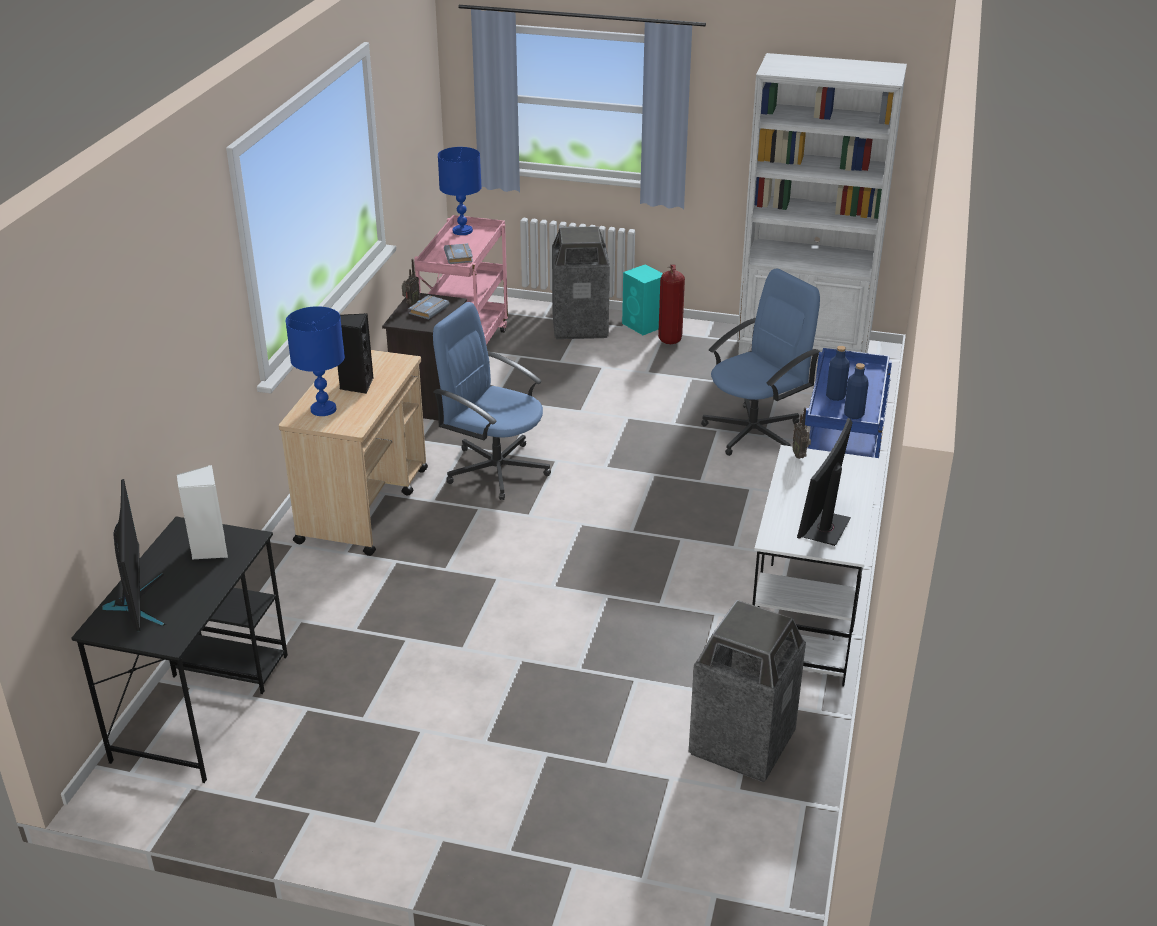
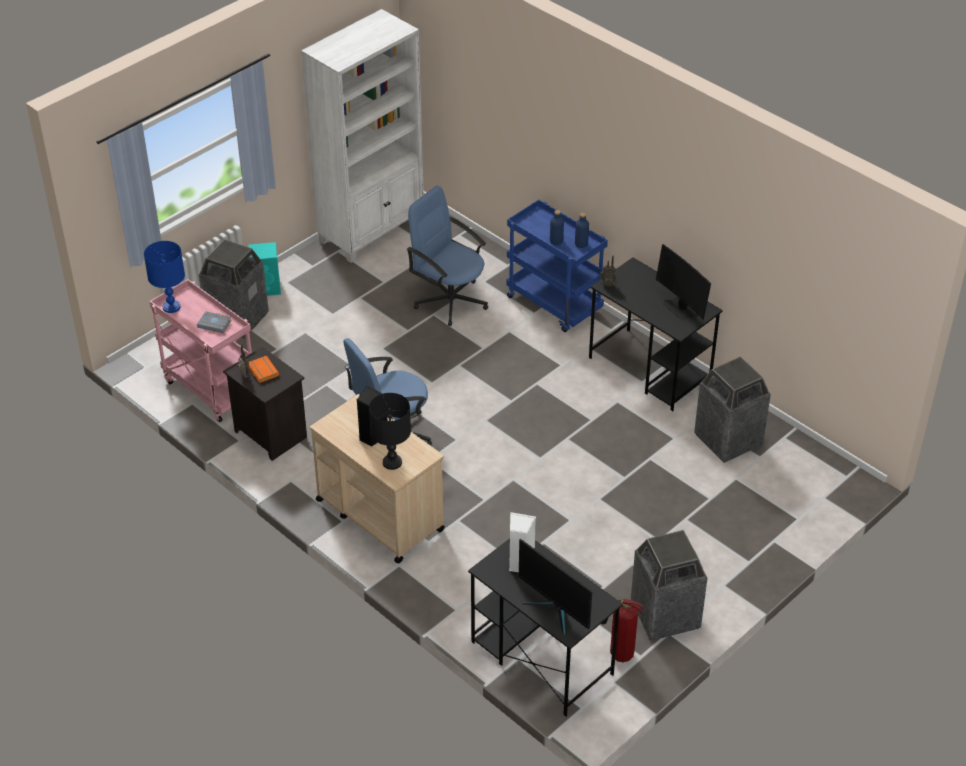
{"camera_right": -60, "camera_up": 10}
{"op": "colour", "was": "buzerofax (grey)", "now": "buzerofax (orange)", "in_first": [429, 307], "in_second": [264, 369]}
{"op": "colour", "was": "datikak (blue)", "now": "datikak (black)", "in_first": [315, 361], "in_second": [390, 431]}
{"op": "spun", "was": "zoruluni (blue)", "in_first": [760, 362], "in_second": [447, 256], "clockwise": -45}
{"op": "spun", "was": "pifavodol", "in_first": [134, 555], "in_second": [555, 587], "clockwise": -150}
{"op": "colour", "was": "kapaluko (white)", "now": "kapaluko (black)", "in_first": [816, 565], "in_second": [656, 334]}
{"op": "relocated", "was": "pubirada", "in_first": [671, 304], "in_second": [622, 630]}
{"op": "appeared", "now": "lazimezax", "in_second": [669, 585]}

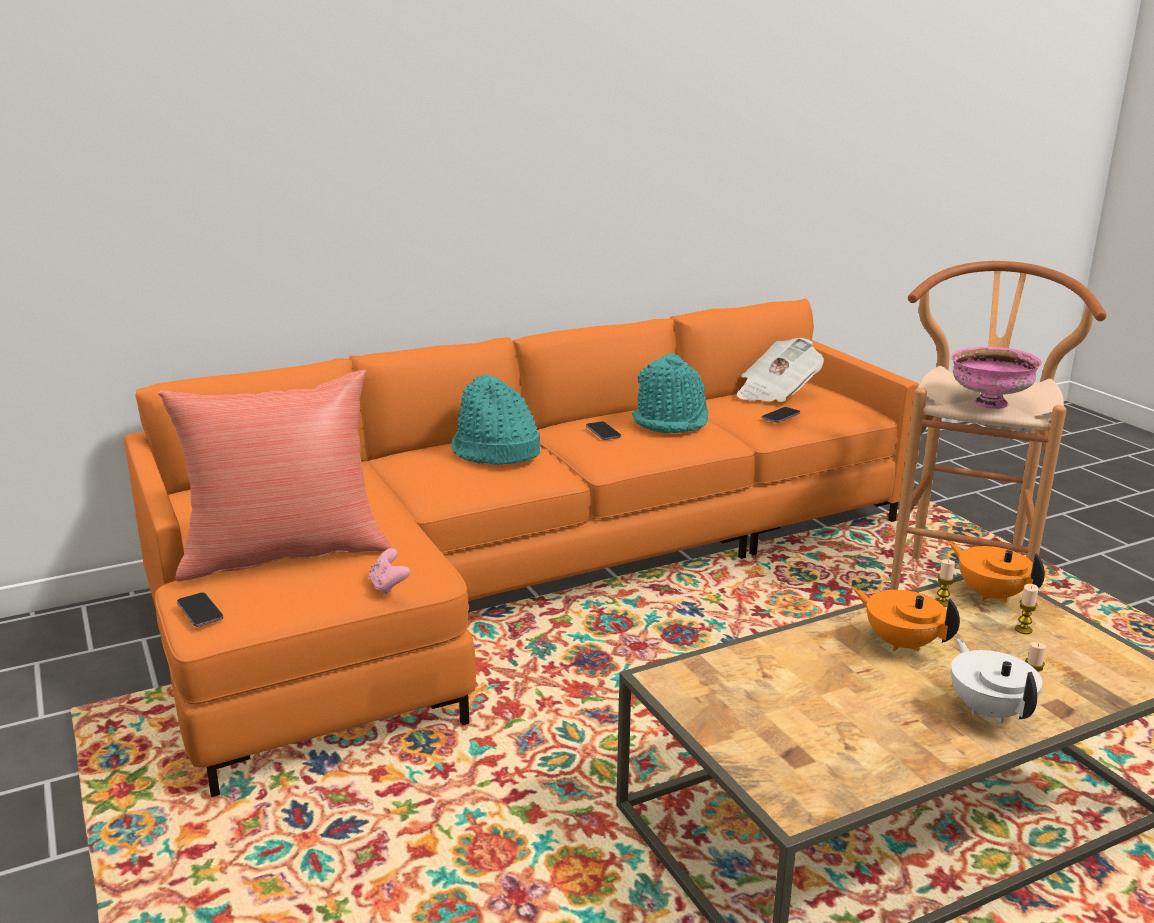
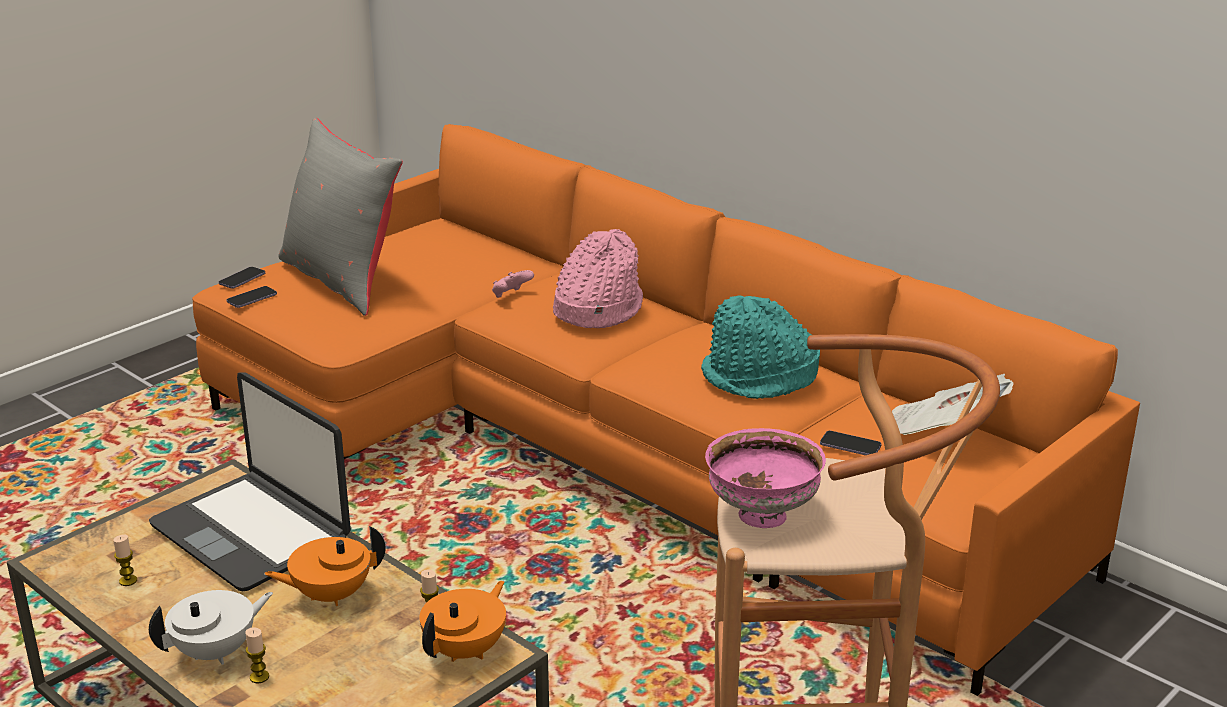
{"camera_right": 70, "camera_up": 5}
{"op": "relocated", "was": "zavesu", "in_first": [1027, 609], "in_second": [125, 560]}
{"op": "appeared", "now": "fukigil", "in_second": [250, 481]}
{"op": "relocated", "was": "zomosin", "in_first": [603, 430], "in_second": [251, 297]}
{"op": "spun", "was": "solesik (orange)", "in_first": [906, 619], "in_second": [325, 566], "clockwise": -135}
{"op": "colour", "was": "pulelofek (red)", "now": "pulelofek (grey)", "in_first": [274, 475], "in_second": [341, 217]}
{"op": "relocated", "was": "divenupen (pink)", "in_first": [390, 571], "in_second": [513, 284]}
{"op": "colour", "was": "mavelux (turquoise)", "now": "mavelux (pink)", "in_first": [495, 419], "in_second": [598, 278]}

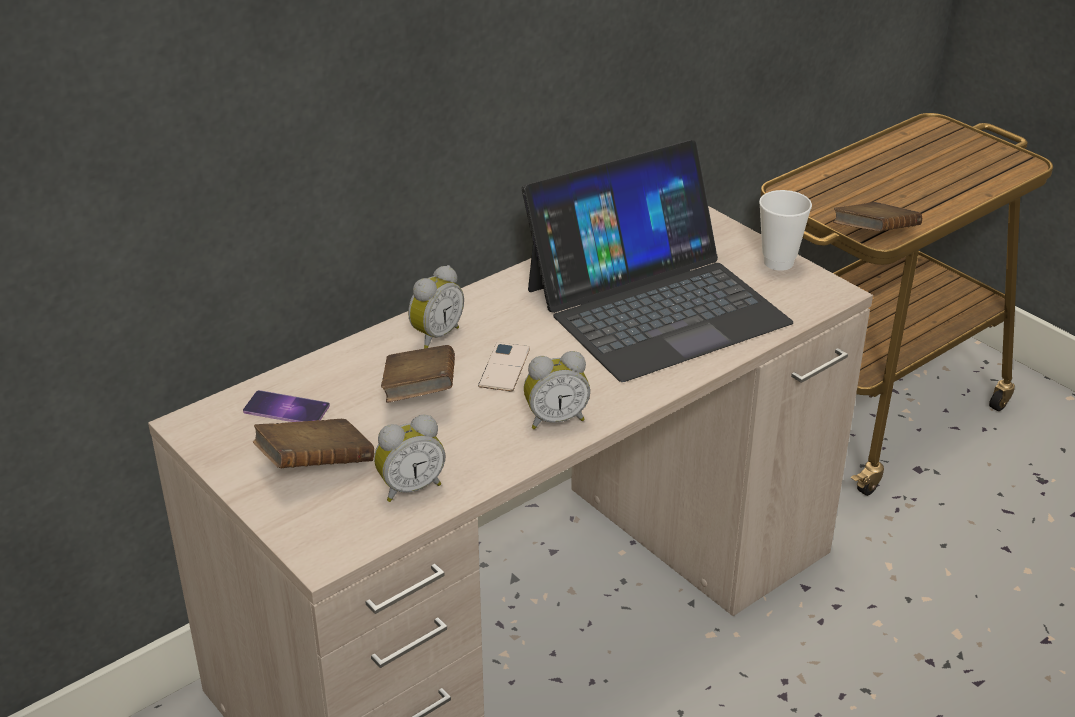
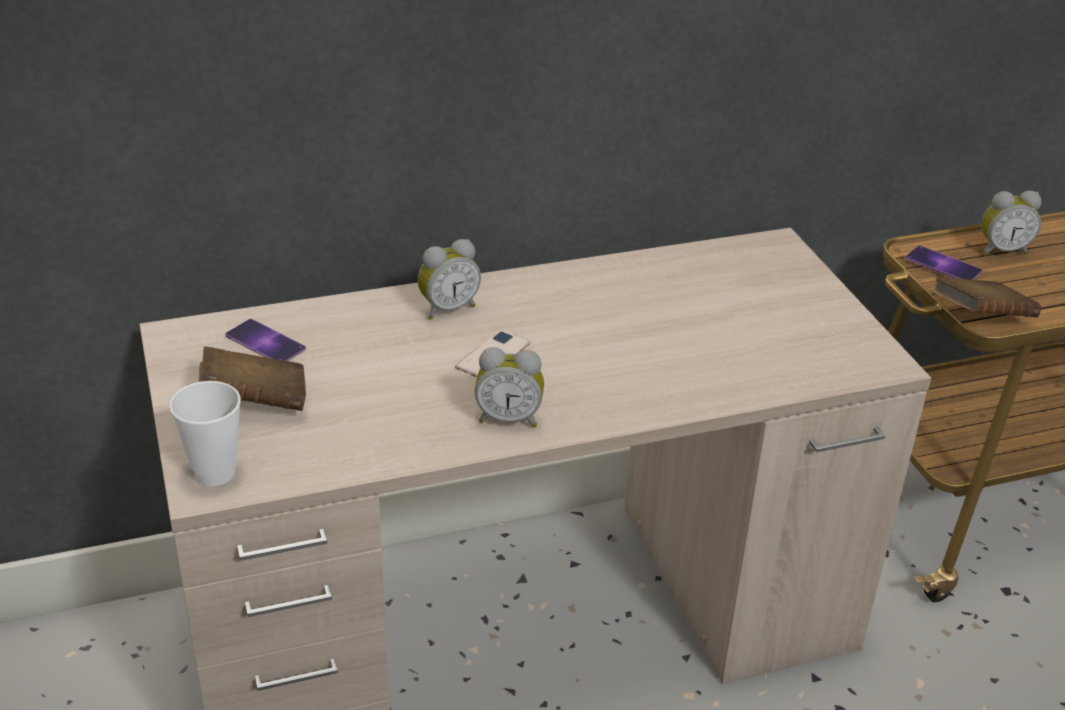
{"camera_right": 20, "camera_up": 0}
{"op": "relocated", "was": "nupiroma", "in_first": [785, 230], "in_second": [205, 433]}
{"op": "appeared", "now": "zomosin", "in_second": [943, 263]}
{"op": "relocated", "was": "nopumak", "in_first": [410, 458], "in_second": [1011, 223]}
{"op": "missing", "was": "buzerofax (brown)", "in_first": [418, 374]}
{"op": "missing", "was": "fukigil", "in_first": [657, 261]}

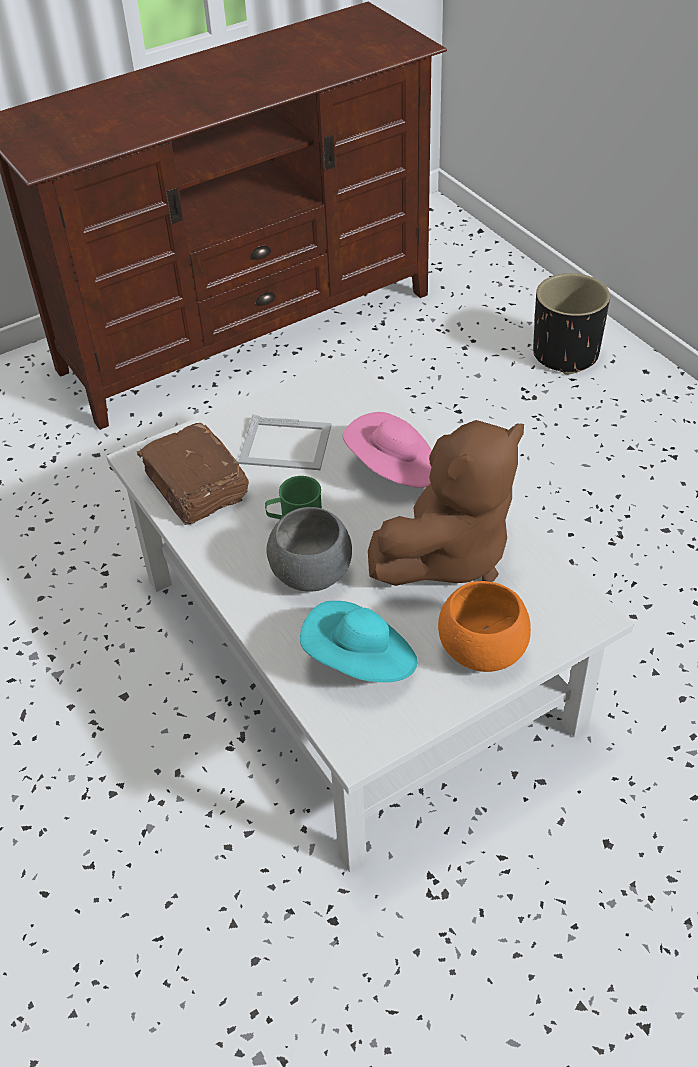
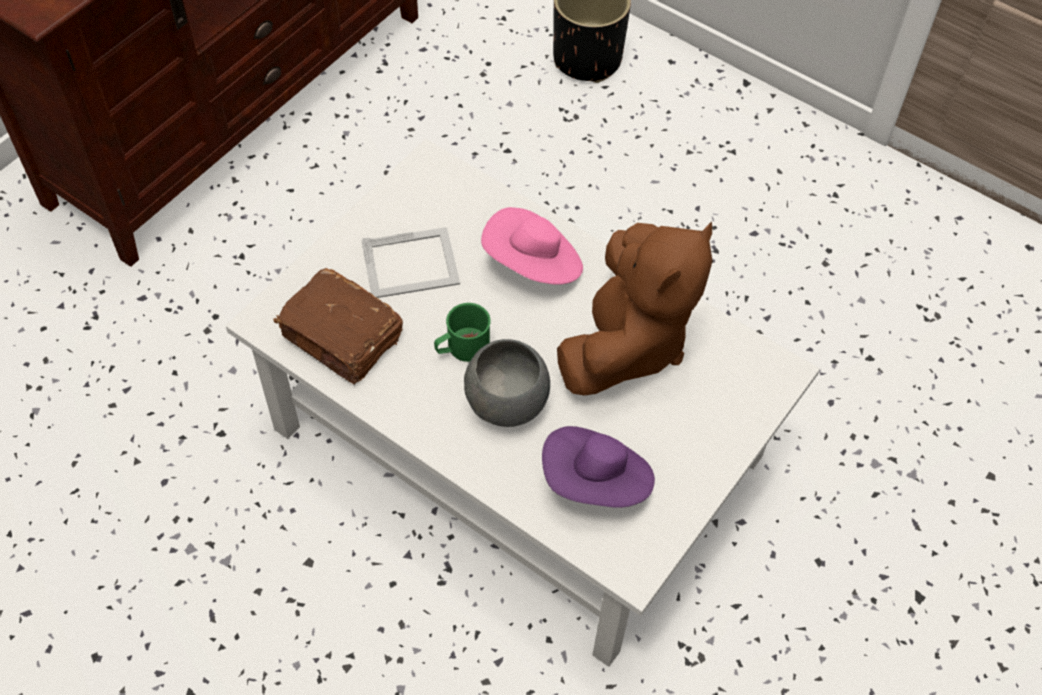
{"camera_right": -25, "camera_up": 10}
{"op": "colour", "was": "mavelux (turquoise)", "now": "mavelux (purple)", "in_first": [359, 641], "in_second": [598, 467]}
{"op": "missing", "was": "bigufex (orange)", "in_first": [484, 626]}

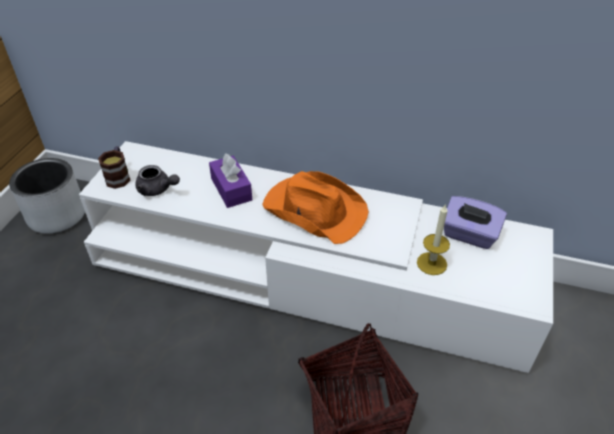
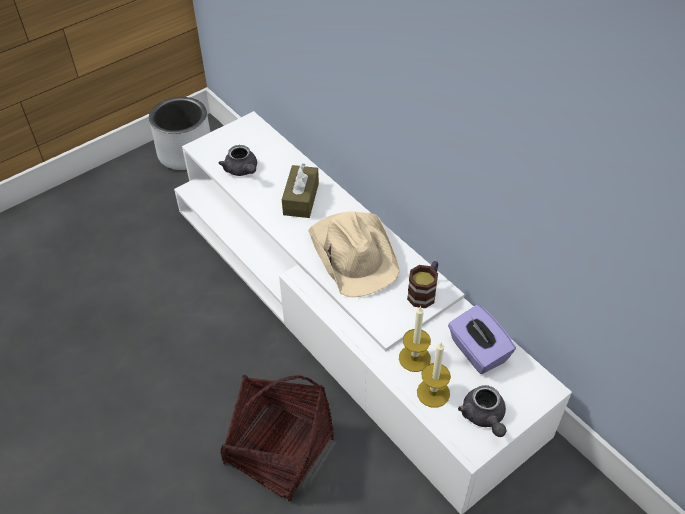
{"camera_right": 35, "camera_up": 5}
{"op": "colour", "was": "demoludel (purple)", "now": "demoludel (brown)", "in_first": [230, 180], "in_second": [300, 190]}
{"op": "colour", "was": "mavelux (orange)", "now": "mavelux (beige)", "in_first": [315, 207], "in_second": [354, 254]}
{"op": "relocated", "was": "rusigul", "in_first": [114, 167], "in_second": [422, 284]}
{"op": "appeared", "now": "zavesu", "in_second": [434, 375]}
{"op": "appeared", "now": "solesik (grey)", "in_second": [482, 411]}

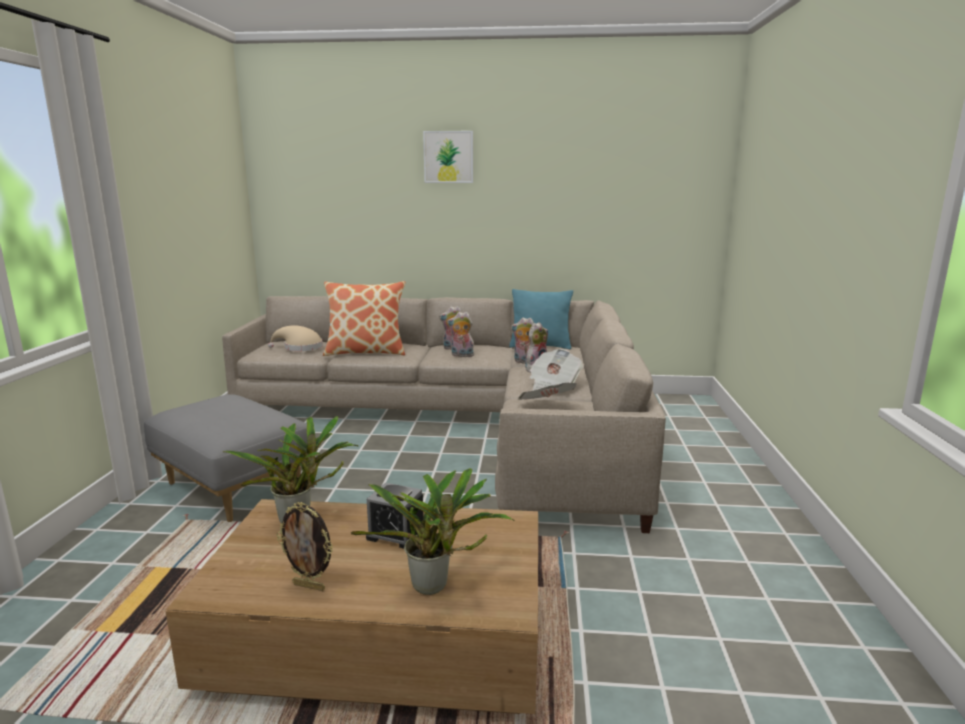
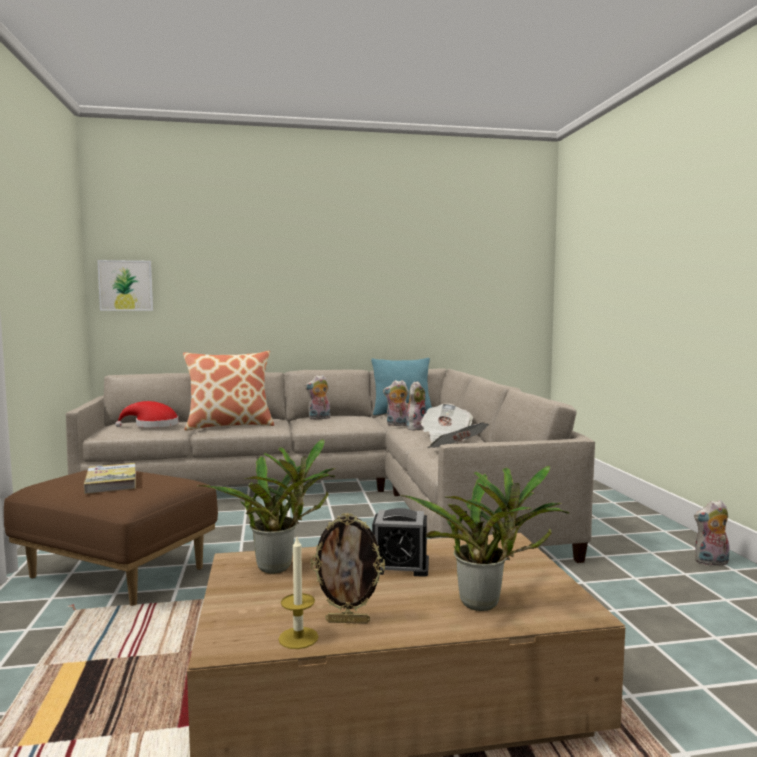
{"camera_right": -15, "camera_up": -10}
{"op": "colour", "was": "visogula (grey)", "now": "visogula (brown)", "in_first": [226, 458], "in_second": [111, 538]}
{"op": "appeared", "now": "buzerofax", "in_second": [110, 478]}
{"op": "relocated", "was": "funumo", "in_first": [448, 157], "in_second": [125, 285]}
{"op": "colour", "was": "mavelux (beige)", "now": "mavelux (red)", "in_first": [295, 338], "in_second": [147, 414]}
{"op": "appeared", "now": "zavesu", "in_second": [298, 593]}
{"op": "relocated", "was": "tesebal", "in_first": [460, 334], "in_second": [711, 533]}

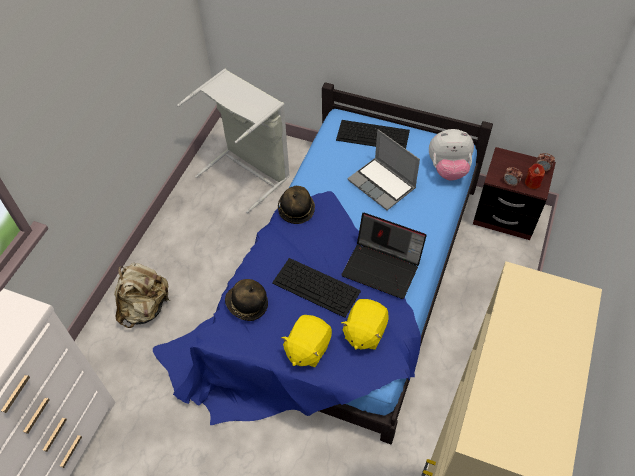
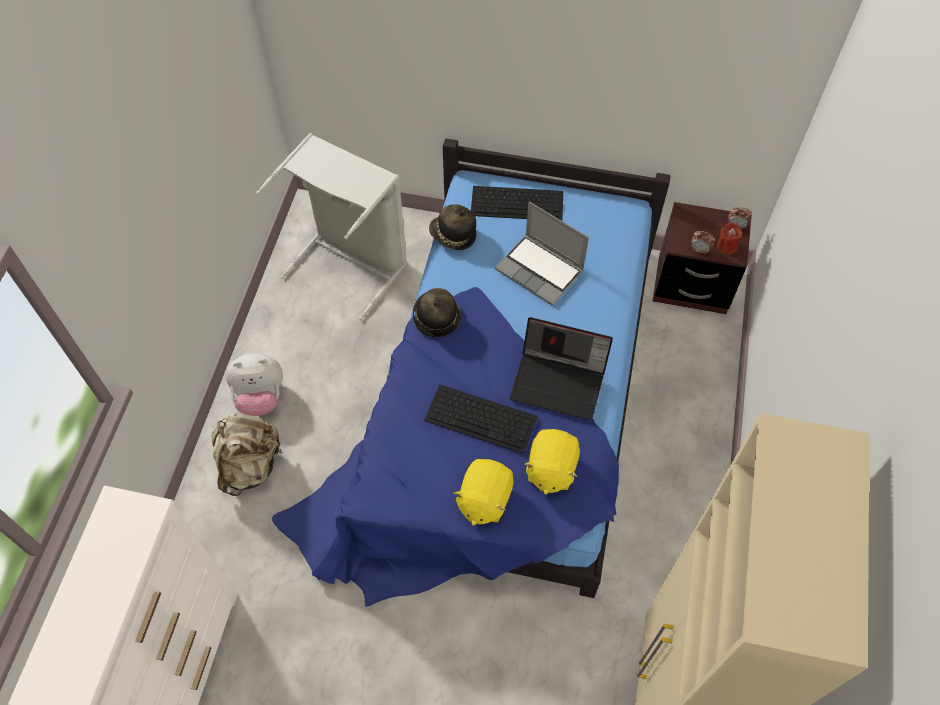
{"camera_right": -10, "camera_up": 5}
{"op": "relocated", "was": "tesebal", "in_first": [451, 155], "in_second": [254, 384]}
{"op": "relocated", "was": "mavelux", "in_first": [246, 300], "in_second": [452, 227]}

